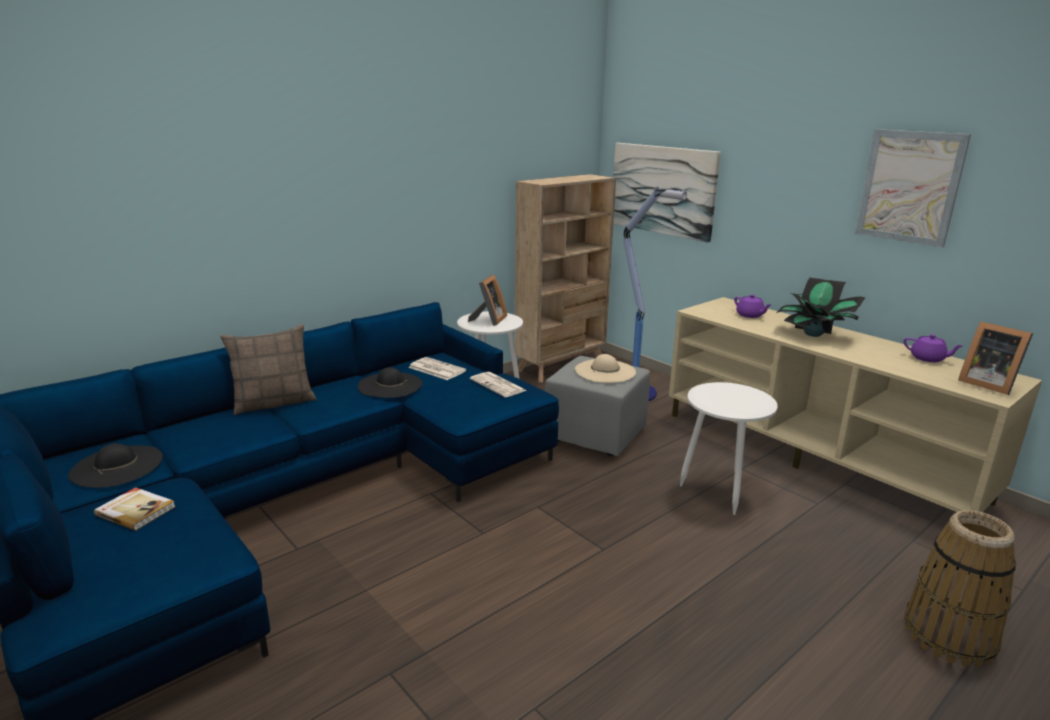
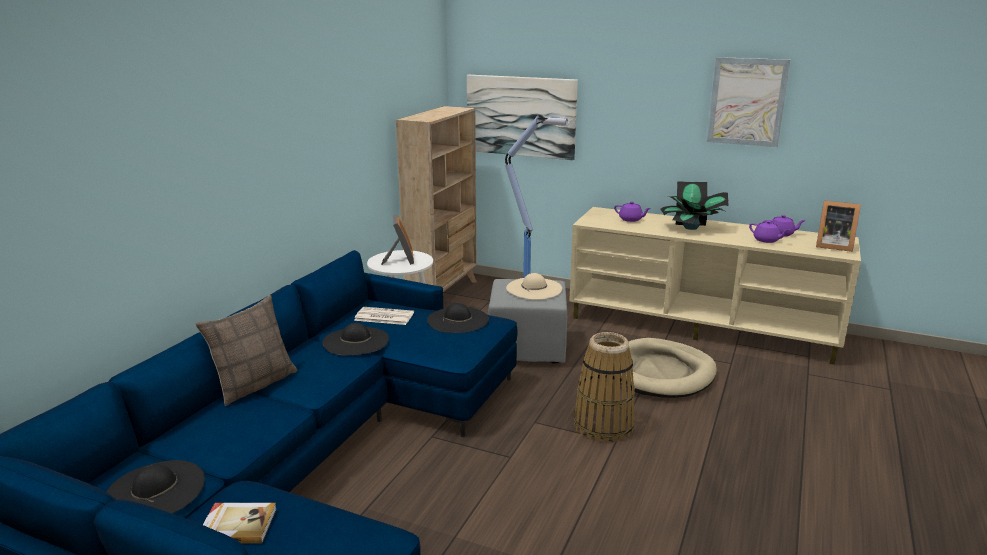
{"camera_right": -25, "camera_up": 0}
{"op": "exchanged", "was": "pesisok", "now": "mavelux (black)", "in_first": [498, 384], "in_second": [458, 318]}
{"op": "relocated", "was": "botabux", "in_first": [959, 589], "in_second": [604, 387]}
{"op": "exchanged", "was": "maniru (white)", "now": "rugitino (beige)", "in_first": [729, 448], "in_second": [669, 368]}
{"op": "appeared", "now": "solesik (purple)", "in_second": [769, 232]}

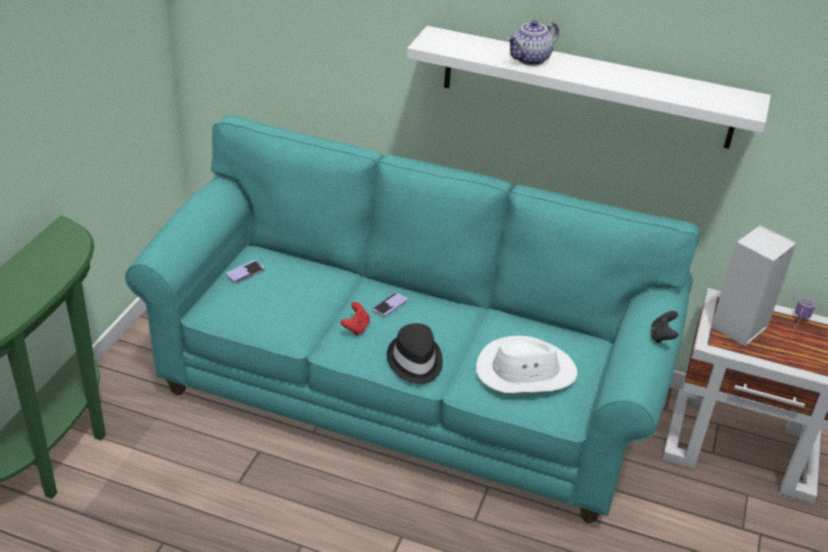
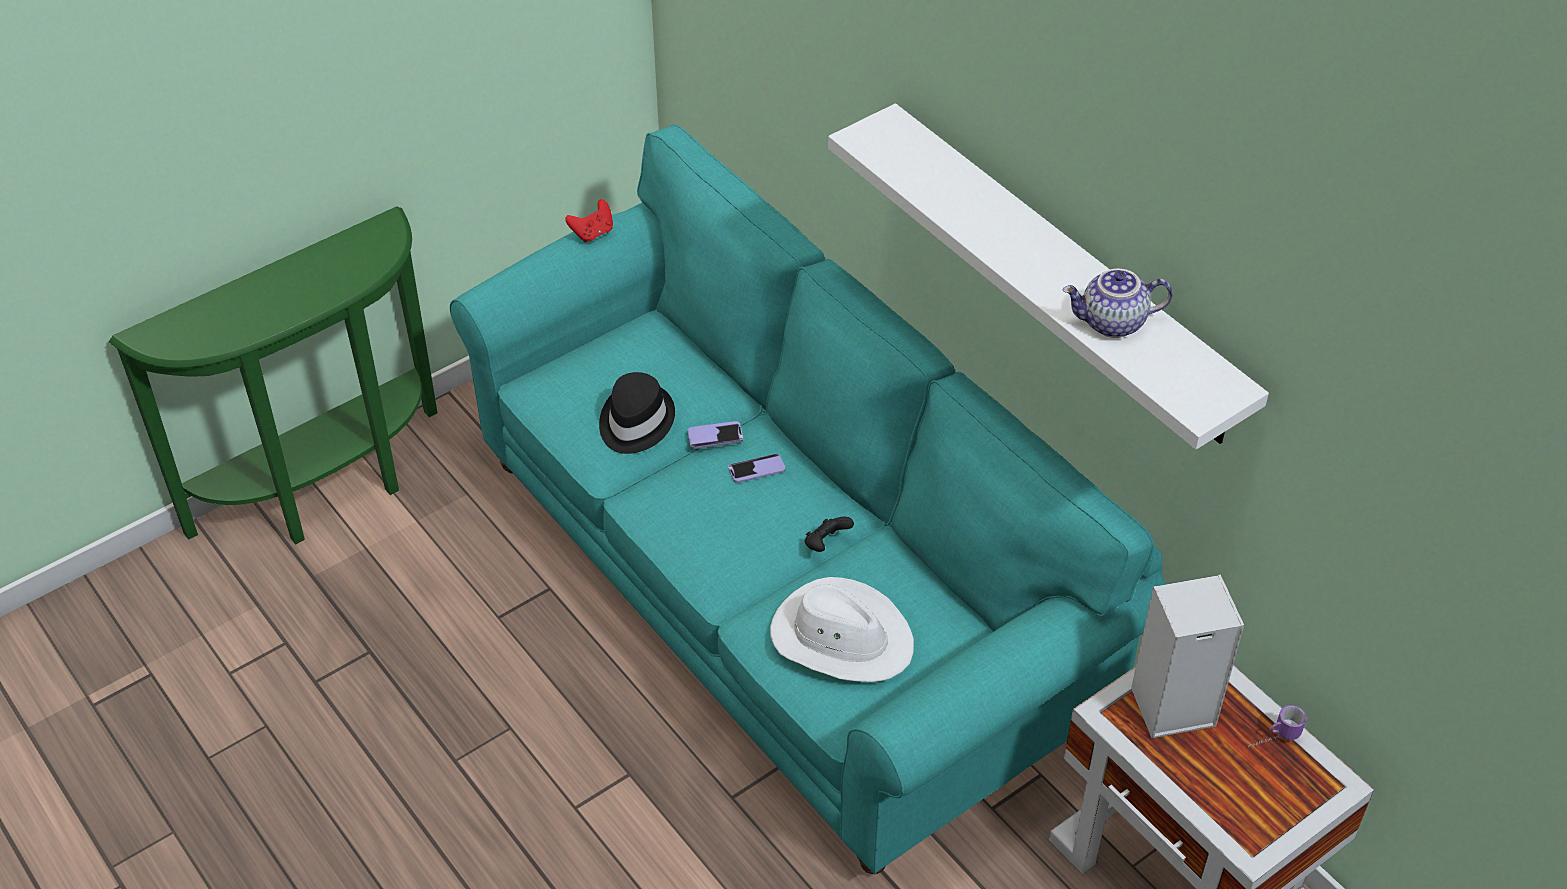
{"camera_right": 35, "camera_up": 10}
{"op": "relocated", "was": "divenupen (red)", "in_first": [355, 319], "in_second": [589, 220]}
{"op": "relocated", "was": "mavelux (black)", "in_first": [415, 353], "in_second": [637, 413]}
{"op": "relocated", "was": "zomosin", "in_first": [245, 271], "in_second": [715, 435]}
{"op": "relocated", "was": "divenupen (black)", "in_first": [664, 327], "in_second": [829, 534]}
{"op": "relocated", "was": "solesik", "in_first": [533, 43], "in_second": [1117, 303]}

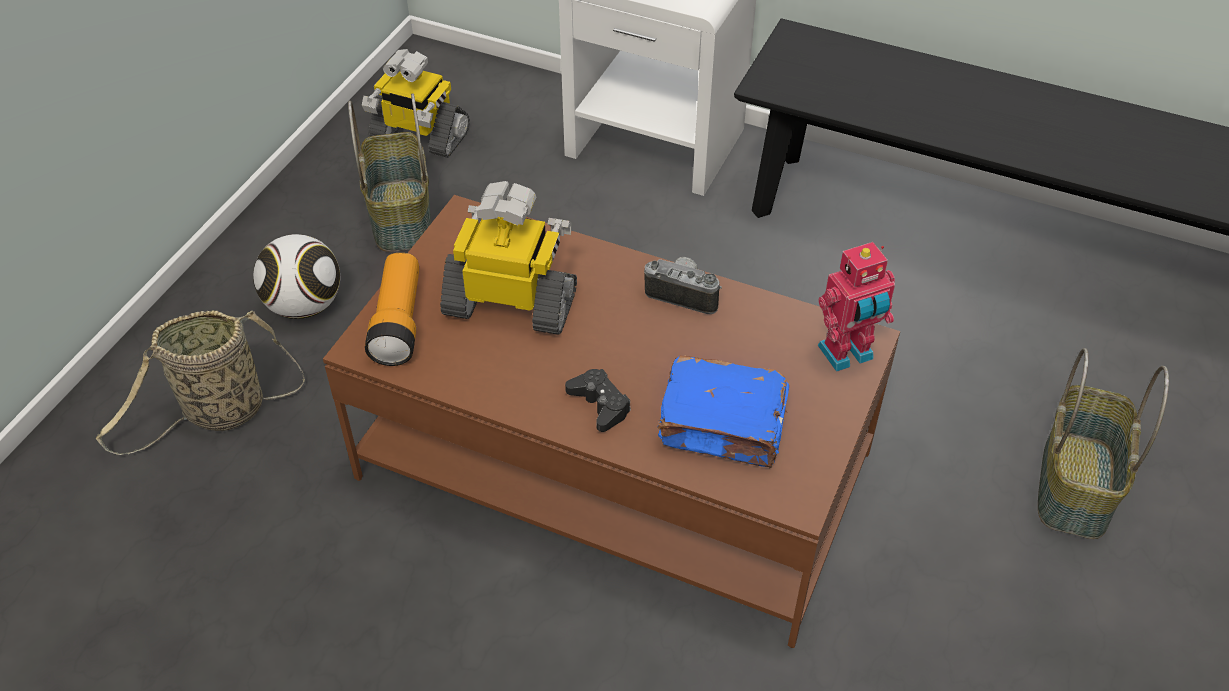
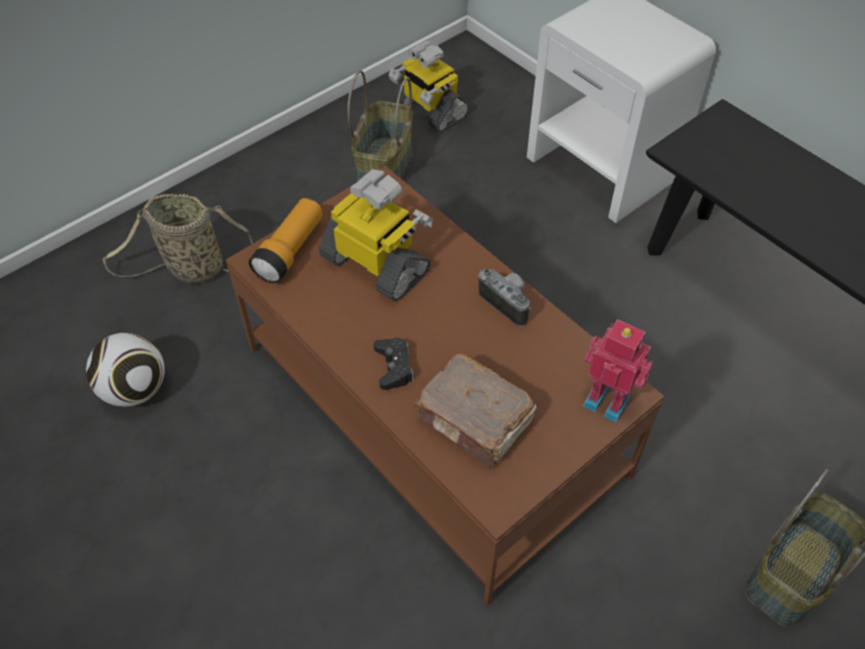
{"camera_right": 25, "camera_up": 5}
{"op": "relocated", "was": "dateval", "in_first": [296, 276], "in_second": [125, 370]}
{"op": "colour", "was": "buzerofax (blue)", "now": "buzerofax (brown)", "in_first": [723, 411], "in_second": [474, 411]}
{"op": "spun", "was": "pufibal", "in_first": [856, 307], "in_second": [618, 370], "clockwise": -150}

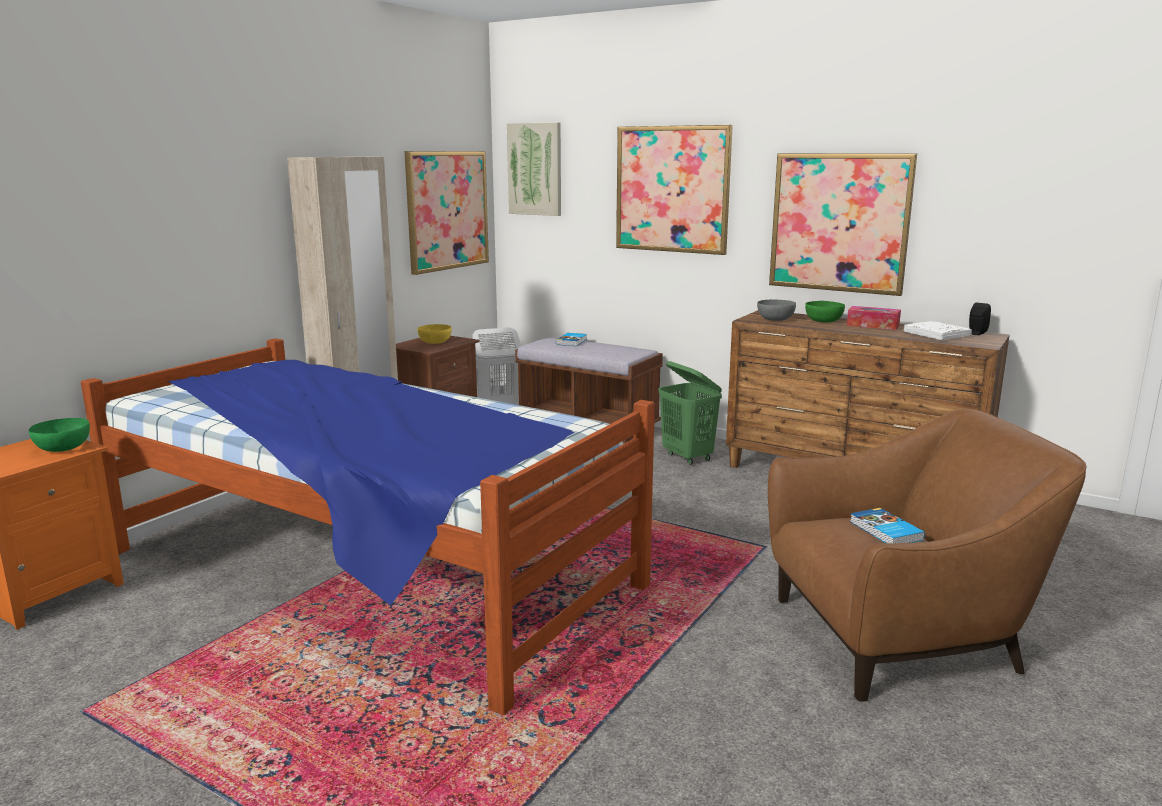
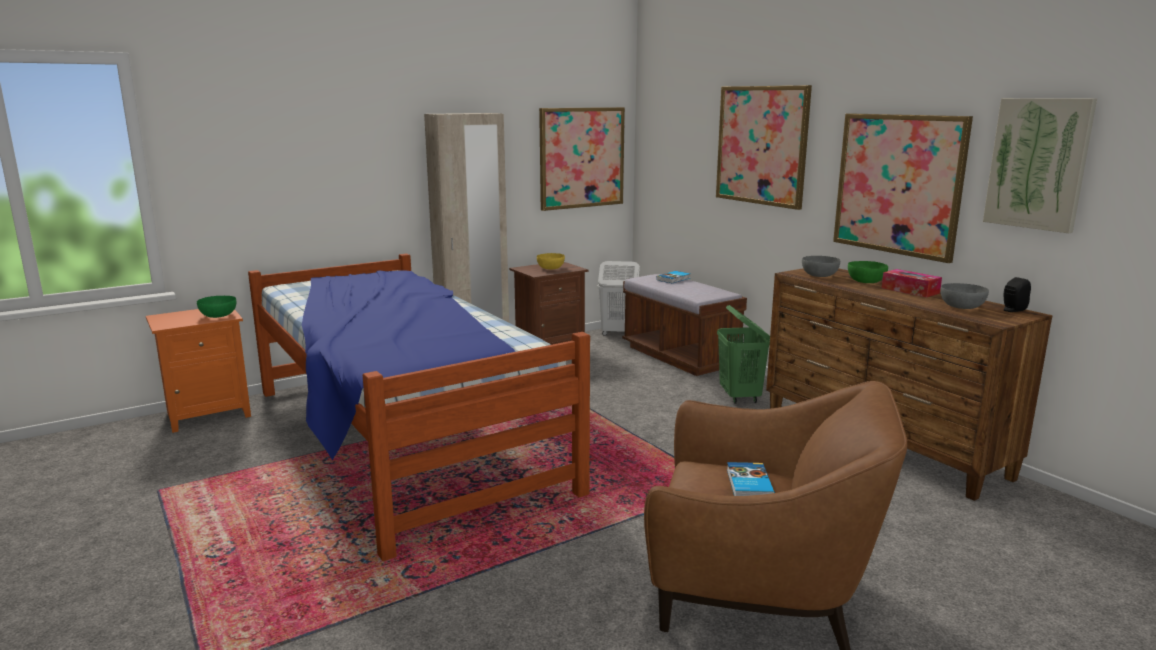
{"camera_right": 25, "camera_up": 0}
{"op": "exchanged", "was": "buzerofax (white)", "now": "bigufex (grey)", "in_first": [938, 330], "in_second": [964, 296]}
{"op": "relocated", "was": "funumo", "in_first": [534, 169], "in_second": [1040, 165]}

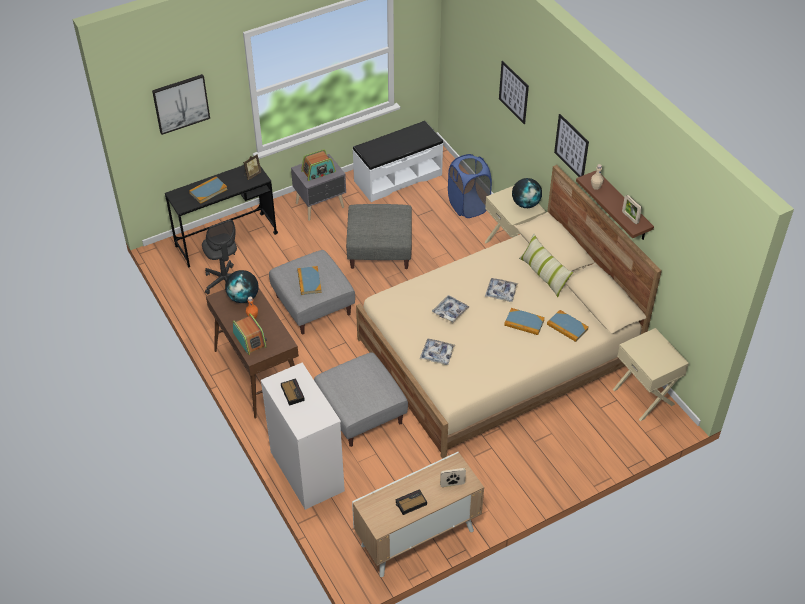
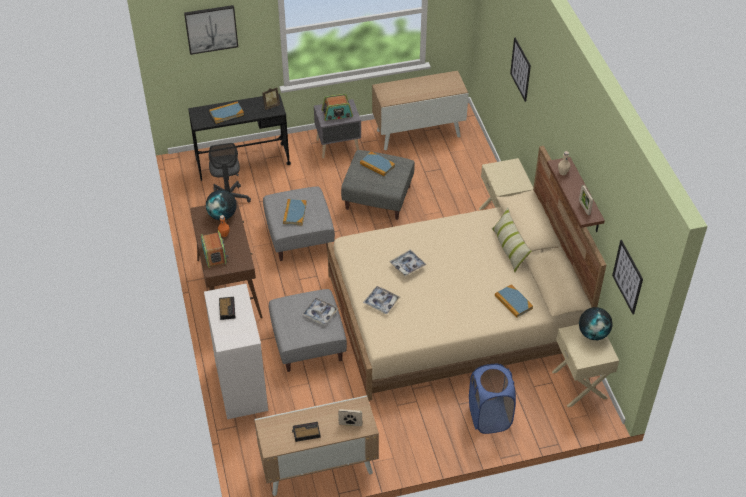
{"camera_right": 15, "camera_up": 0}
{"op": "relocated", "was": "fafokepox", "in_first": [501, 290], "in_second": [320, 311]}
{"op": "relocated", "was": "buzerofax", "in_first": [524, 321], "in_second": [377, 164]}
{"op": "exchanged", "was": "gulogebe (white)", "now": "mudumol", "in_first": [397, 161], "in_second": [420, 110]}
{"op": "relocated", "was": "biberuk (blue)", "in_first": [470, 186], "in_second": [492, 399]}
{"op": "relocated", "was": "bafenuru", "in_first": [527, 193], "in_second": [596, 323]}
{"op": "relocated", "was": "funumo", "in_first": [571, 145], "in_second": [627, 277]}

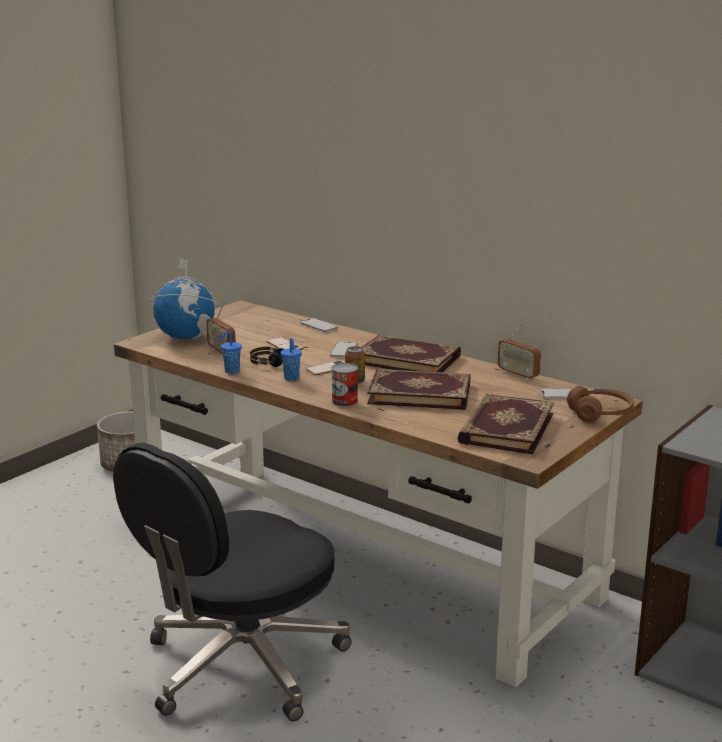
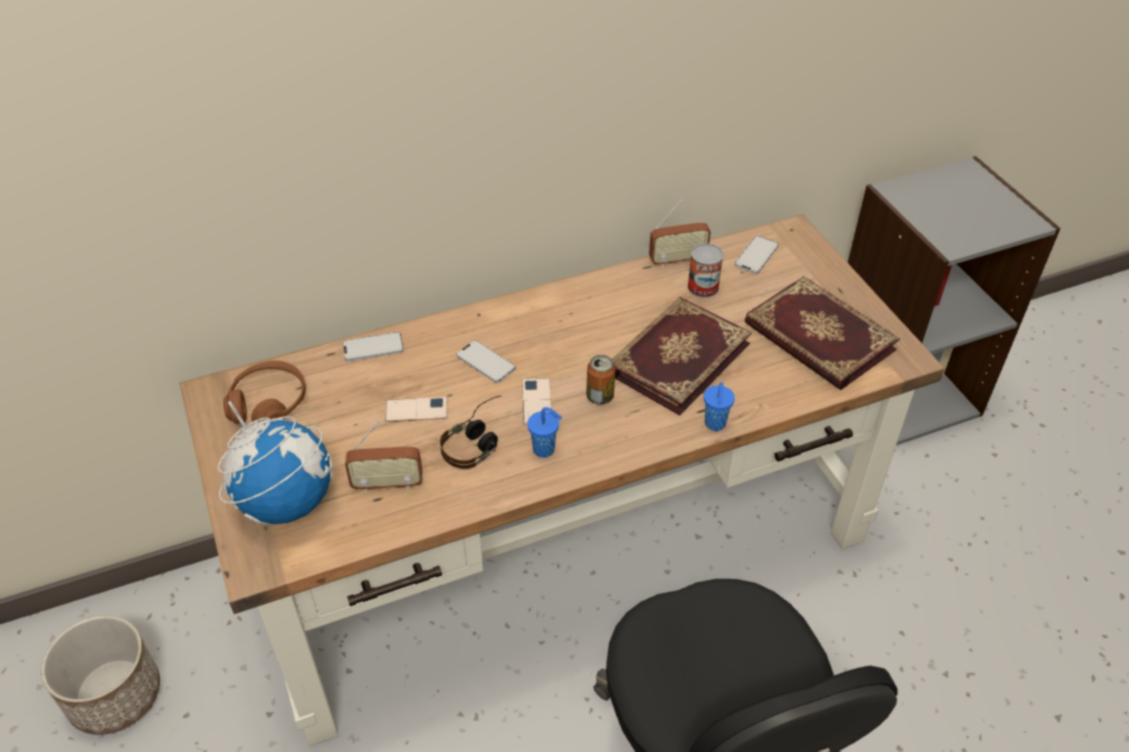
{"camera_right": -60, "camera_up": 25}
{"op": "relocated", "was": "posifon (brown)", "in_first": [600, 404], "in_second": [264, 392]}
{"op": "relocated", "was": "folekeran", "in_first": [344, 385], "in_second": [705, 270]}
{"op": "relocated", "was": "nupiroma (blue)", "in_first": [230, 352], "in_second": [719, 406]}
{"op": "missing", "was": "buzerofax", "in_first": [411, 353]}

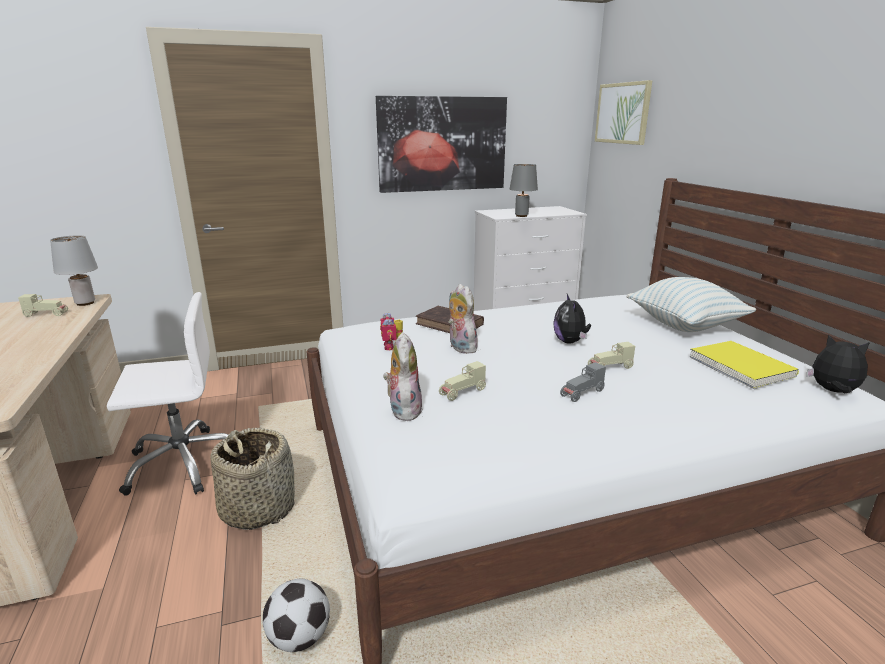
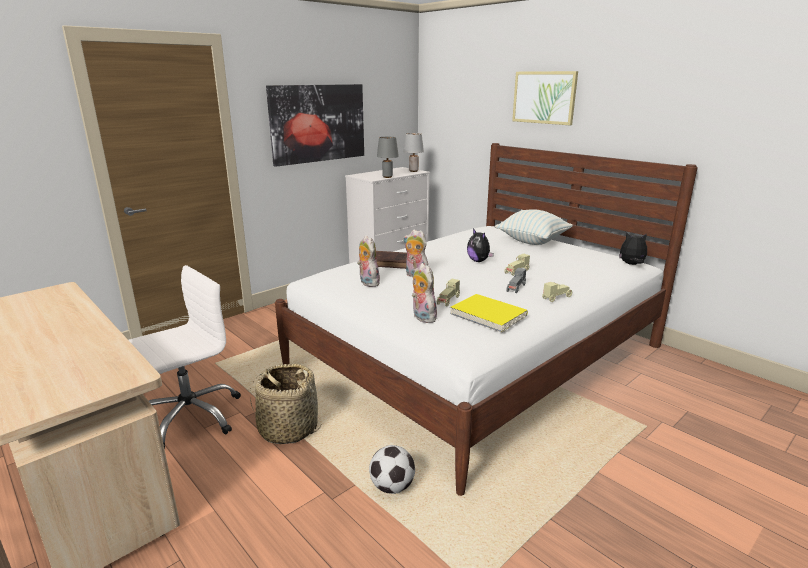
{"camera_right": -25, "camera_up": 0}
{"op": "exchanged", "was": "pufibal", "now": "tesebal", "in_first": [391, 331], "in_second": [368, 261]}
{"op": "relocated", "was": "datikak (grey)", "in_first": [74, 270], "in_second": [413, 152]}
{"op": "relocated", "was": "buzerofax (yellow)", "in_first": [744, 365], "in_second": [489, 313]}
{"op": "relocated", "was": "funumo", "in_first": [623, 112], "in_second": [545, 98]}
{"op": "relocated", "was": "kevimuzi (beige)", "in_first": [43, 305], "in_second": [557, 292]}

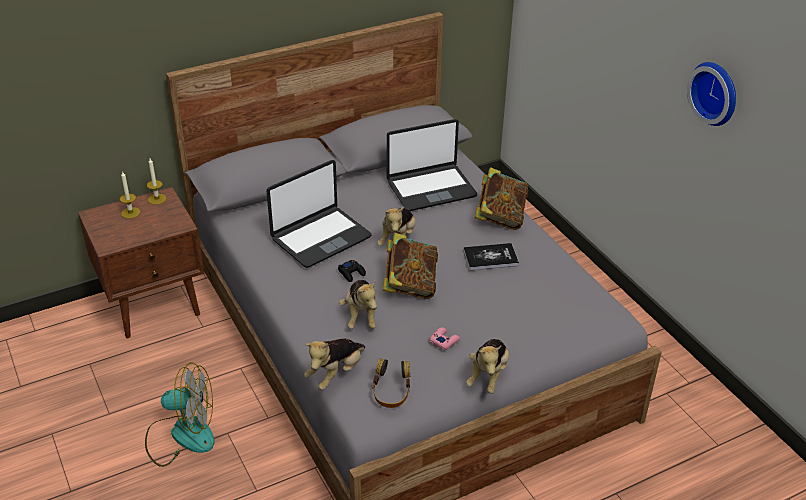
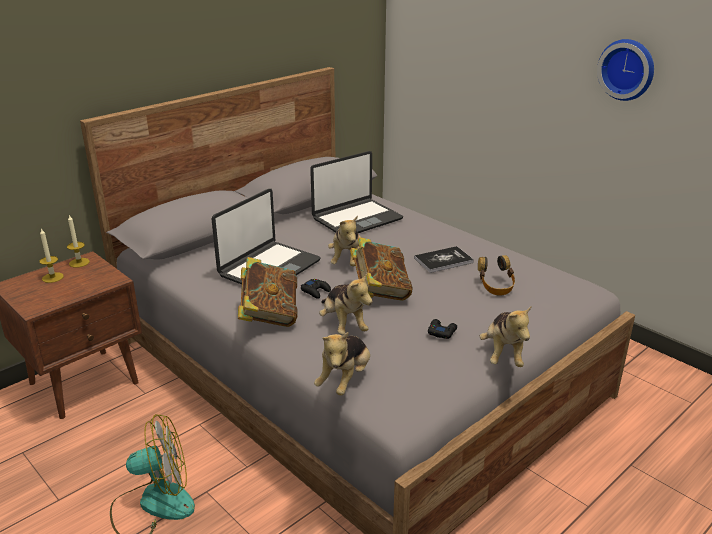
{"camera_right": -15, "camera_up": -10}
{"op": "relocated", "was": "buzerofax", "in_first": [501, 198], "in_second": [267, 292]}
{"op": "colour", "was": "divenupen (pink)", "now": "divenupen (black)", "in_first": [445, 338], "in_second": [442, 329]}
{"op": "relocated", "was": "posifon", "in_first": [391, 383], "in_second": [496, 275]}

